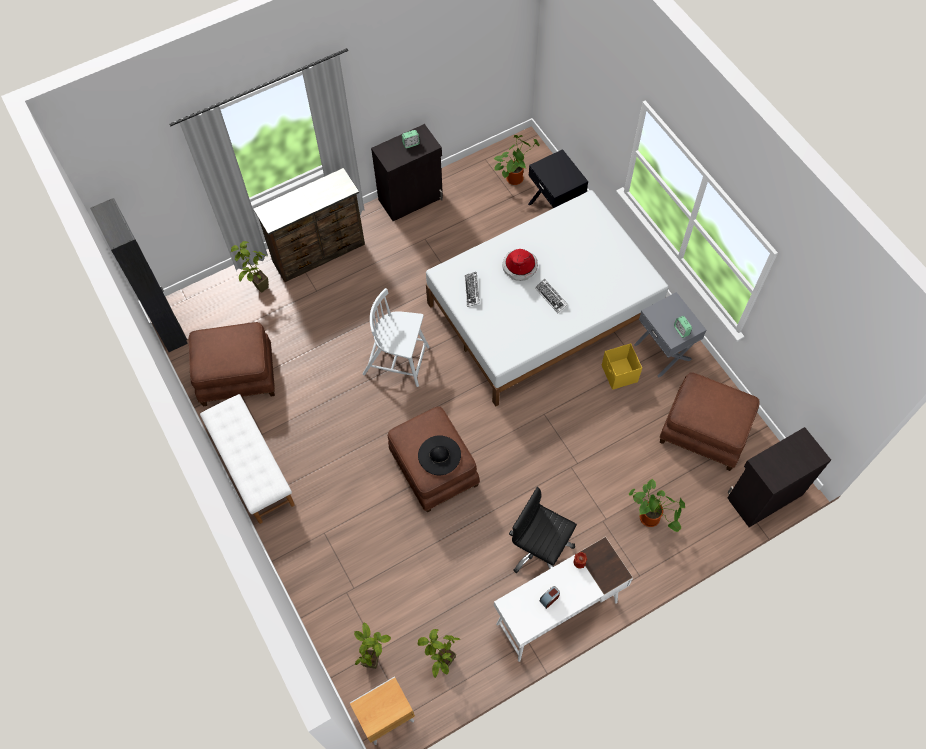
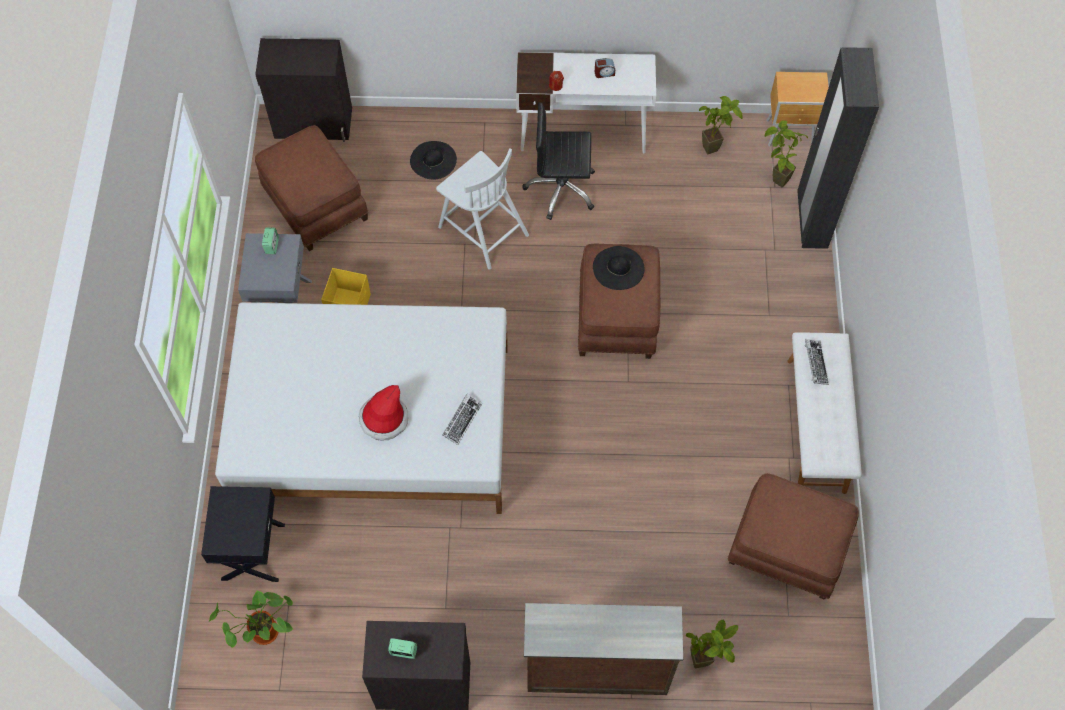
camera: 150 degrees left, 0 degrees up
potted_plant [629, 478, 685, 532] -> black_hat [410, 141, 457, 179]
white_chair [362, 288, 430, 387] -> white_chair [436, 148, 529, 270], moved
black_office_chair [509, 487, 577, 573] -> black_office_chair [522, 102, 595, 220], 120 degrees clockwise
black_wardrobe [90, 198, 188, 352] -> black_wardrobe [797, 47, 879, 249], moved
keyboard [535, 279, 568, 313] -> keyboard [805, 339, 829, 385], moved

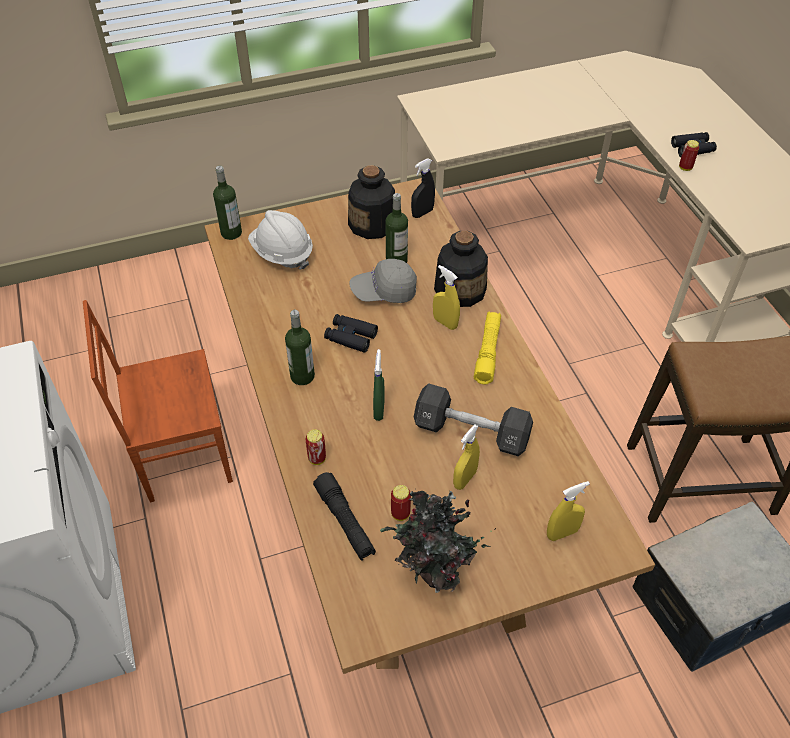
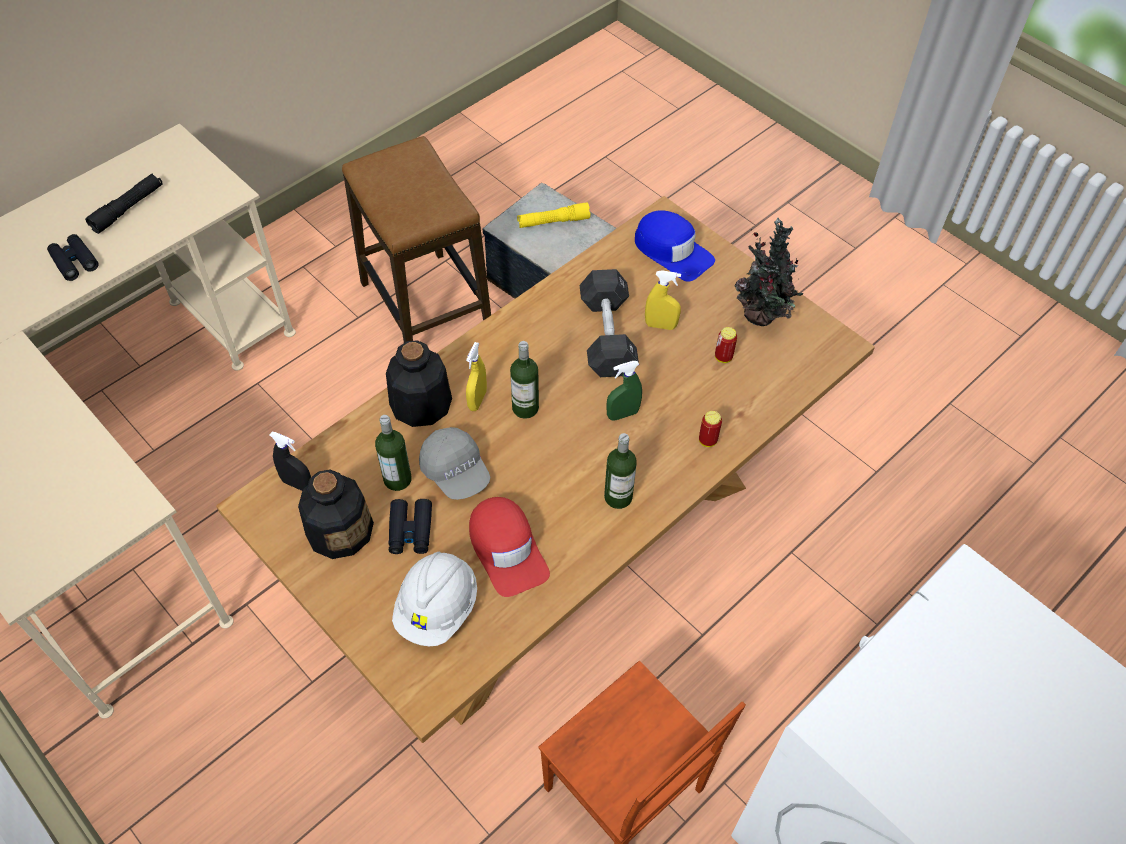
camera: 115 degrees left, 5 degrees up
black_flashlight [313, 472, 376, 561] -> black_flashlight [85, 173, 163, 234], moved
black_binoculars [324, 314, 378, 353] -> black_binoculars [388, 499, 432, 554], moved
none -> red_cap [469, 497, 550, 597]
bottle [213, 165, 242, 240] -> bottle [510, 341, 539, 419], moved
yellow_flashlight [474, 312, 501, 384] -> yellow_flashlight [517, 202, 590, 228], moved
yellow_spray_bottle [547, 481, 590, 541] -> blue_cap [635, 210, 715, 282]
can [679, 140, 699, 171] -> none

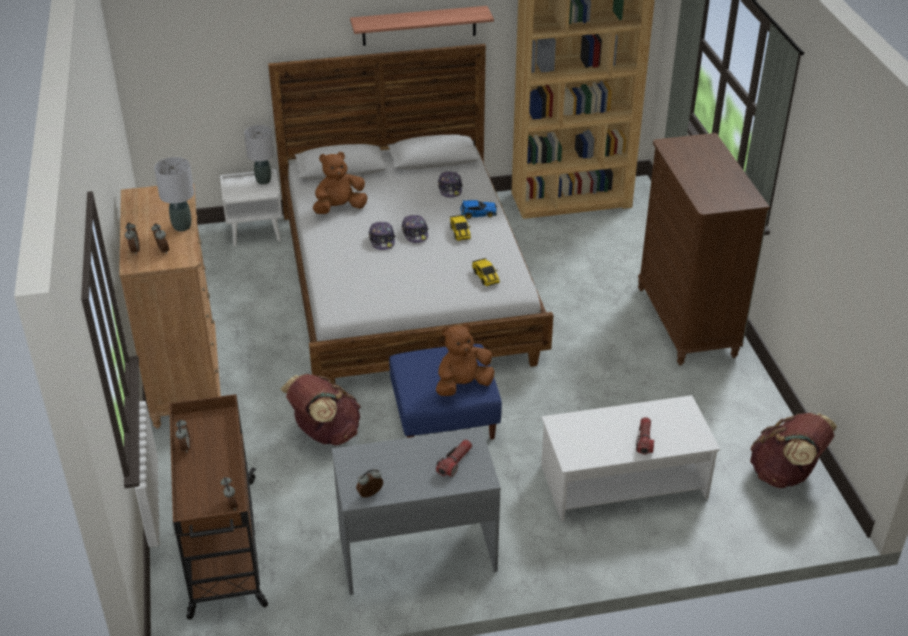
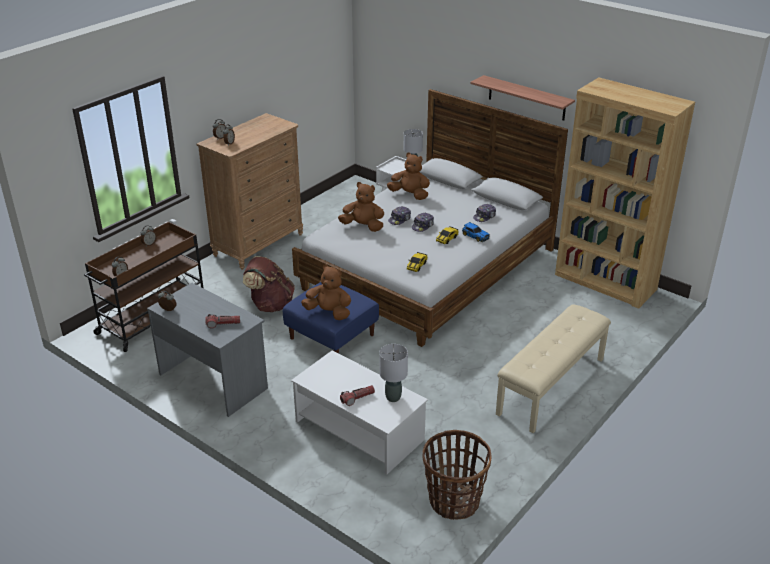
camera: 50 degrees right, 5 degrees down
none -> brown_plush_toy [338, 182, 384, 232]
grey_table_lamp [154, 157, 194, 231] -> grey_table_lamp [379, 344, 408, 402], moved
brown_backpack [750, 413, 837, 488] -> basket [423, 430, 492, 520]
brown_dresser [638, 133, 770, 365] -> beige_bench [496, 305, 611, 433]

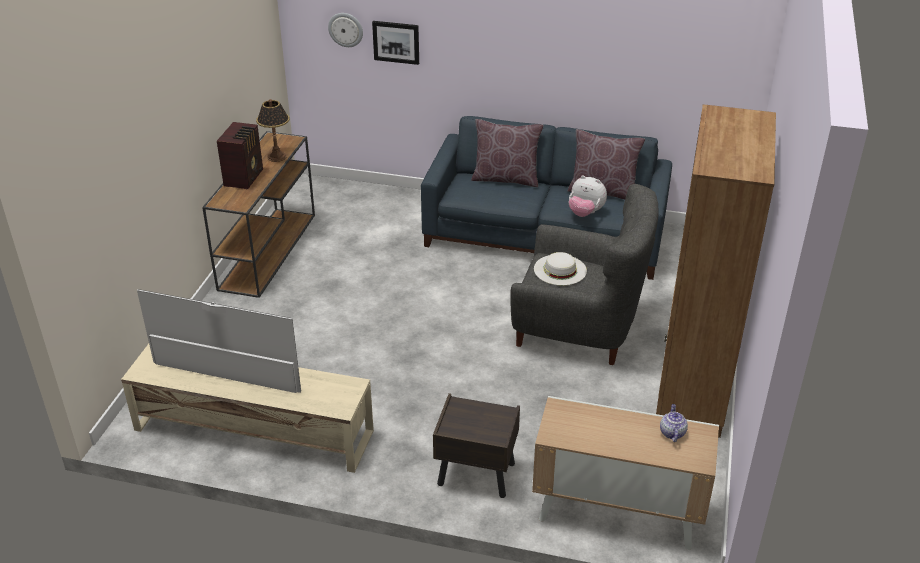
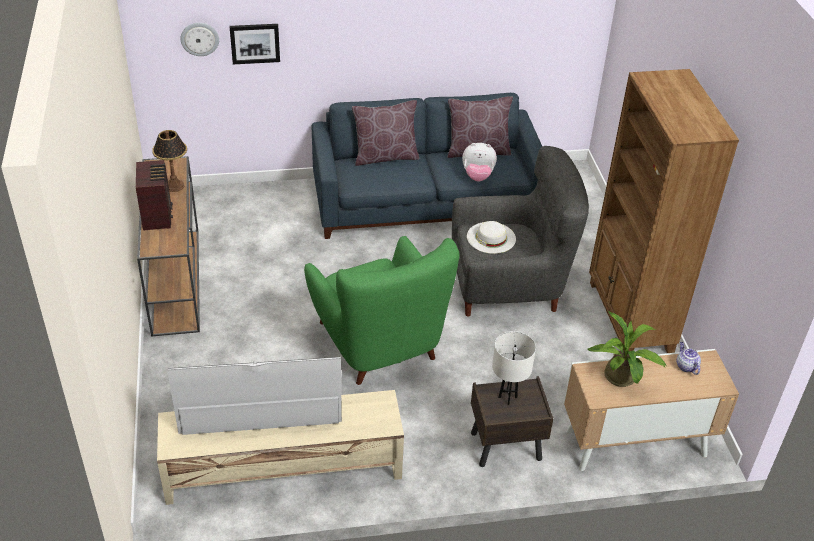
camera: 25 degrees left, 5 degrees up
none -> green_armchair [304, 236, 460, 385]
none -> white_table_lamp [492, 331, 536, 405]
none -> potted_plant [587, 311, 666, 387]

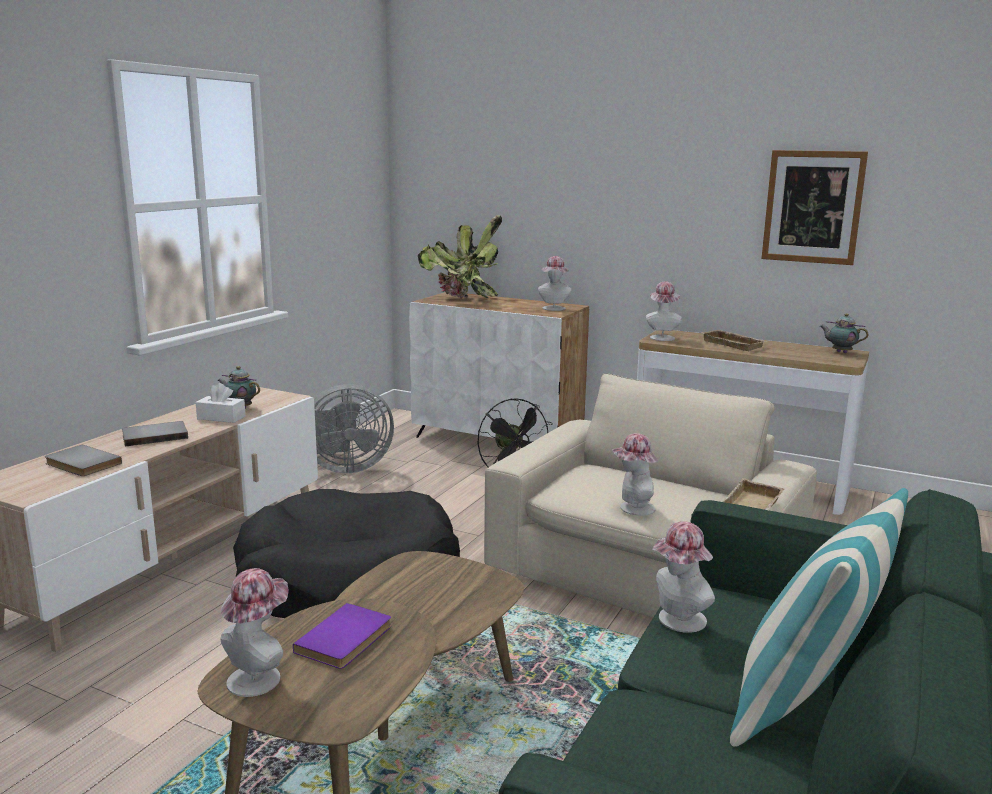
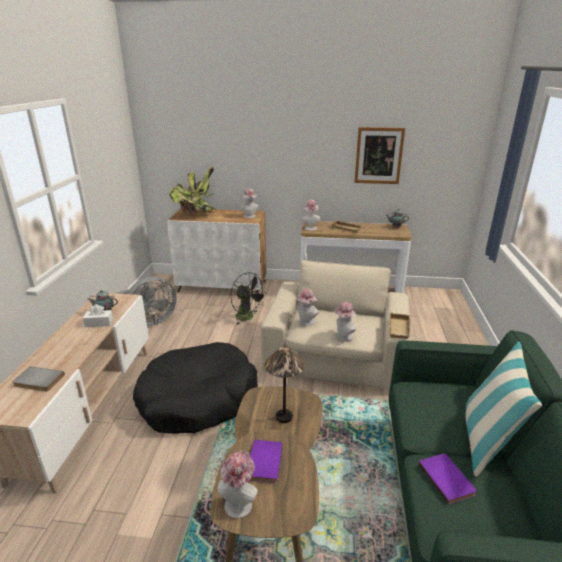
camera: 20 degrees left, 10 degrees up
none -> table_lamp [264, 346, 305, 423]
hat [652, 521, 715, 633] -> hat [297, 288, 319, 325], moved
none -> purple_book [418, 453, 476, 505]
grey_book [122, 421, 188, 447] -> none

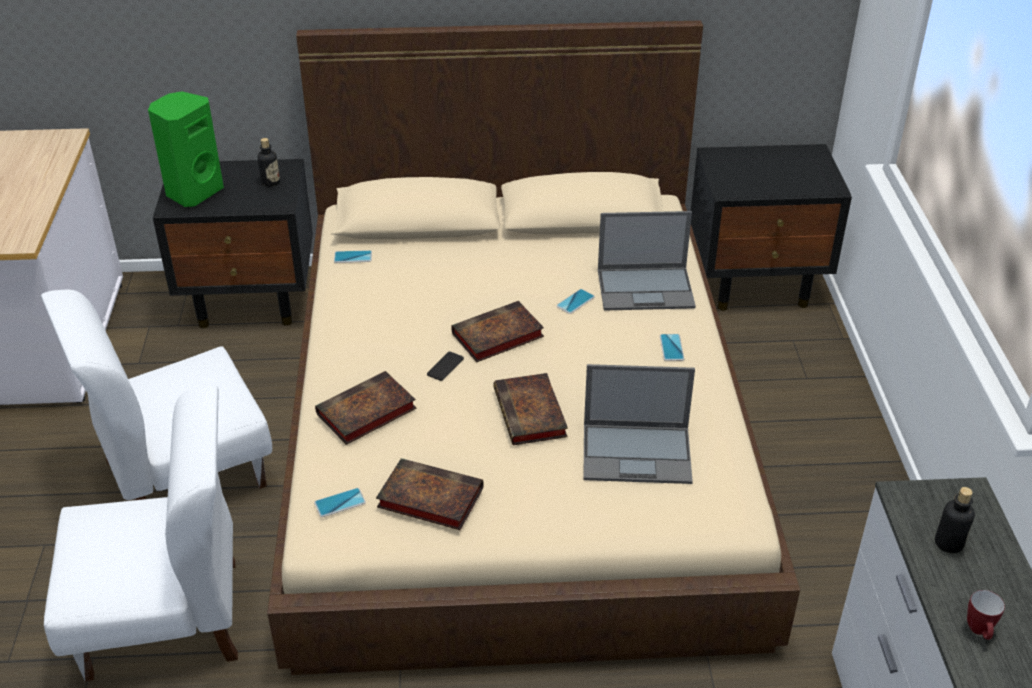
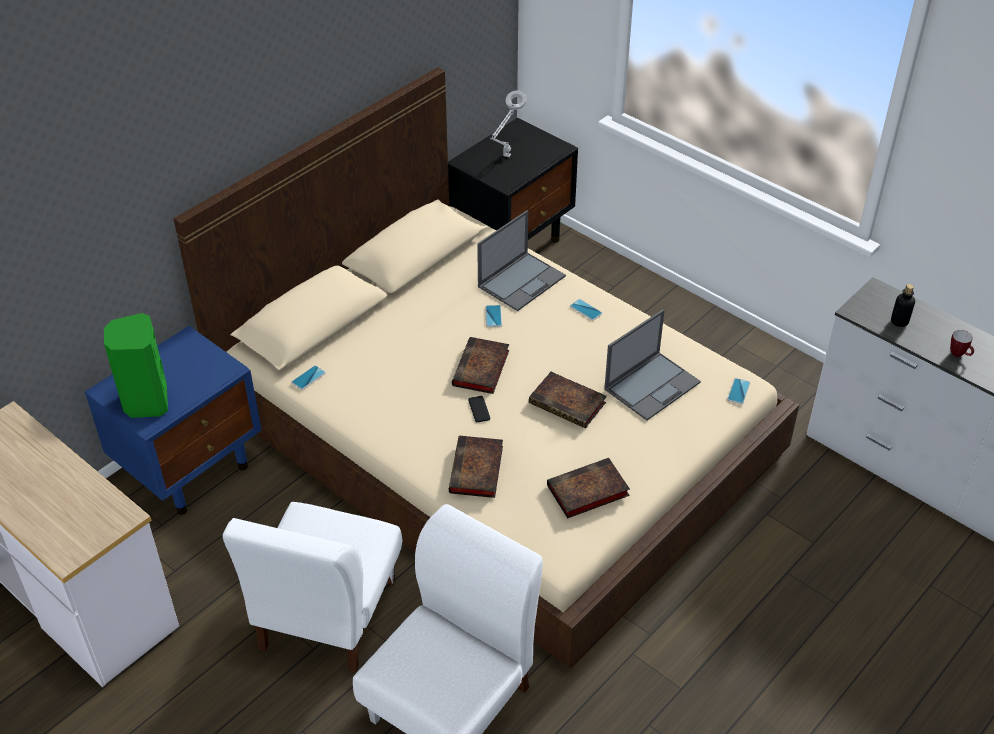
camera: 45 degrees left, 5 degrees up
black_nightstand [153, 159, 313, 328] -> blue_nightstand [85, 326, 261, 515]
none -> grey_table_lamp [490, 90, 527, 157]
phone [314, 488, 366, 517] -> phone [727, 378, 750, 404], moved
bottle [258, 138, 280, 186] -> none

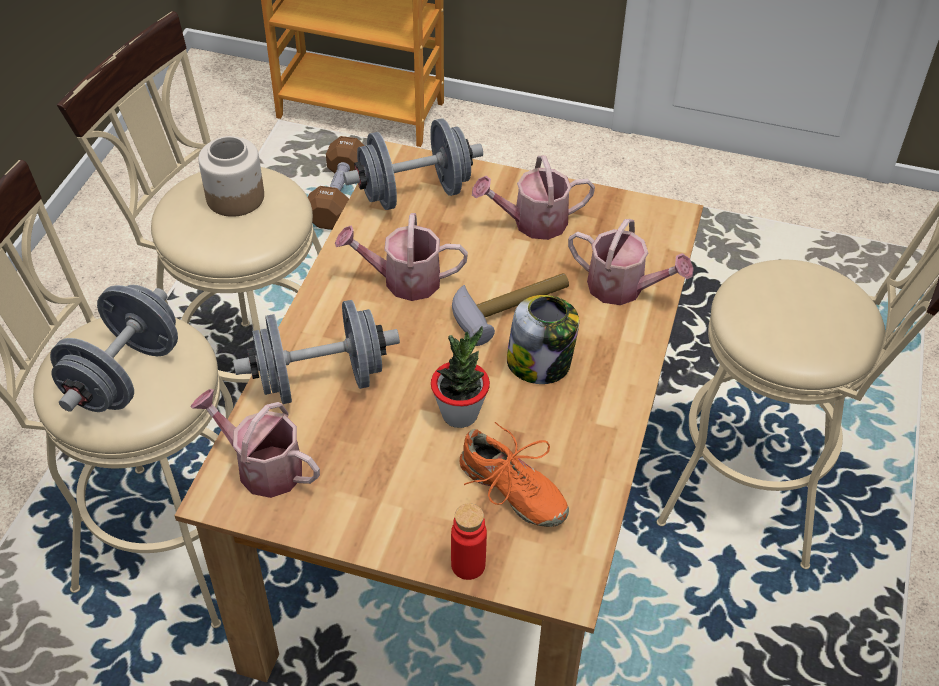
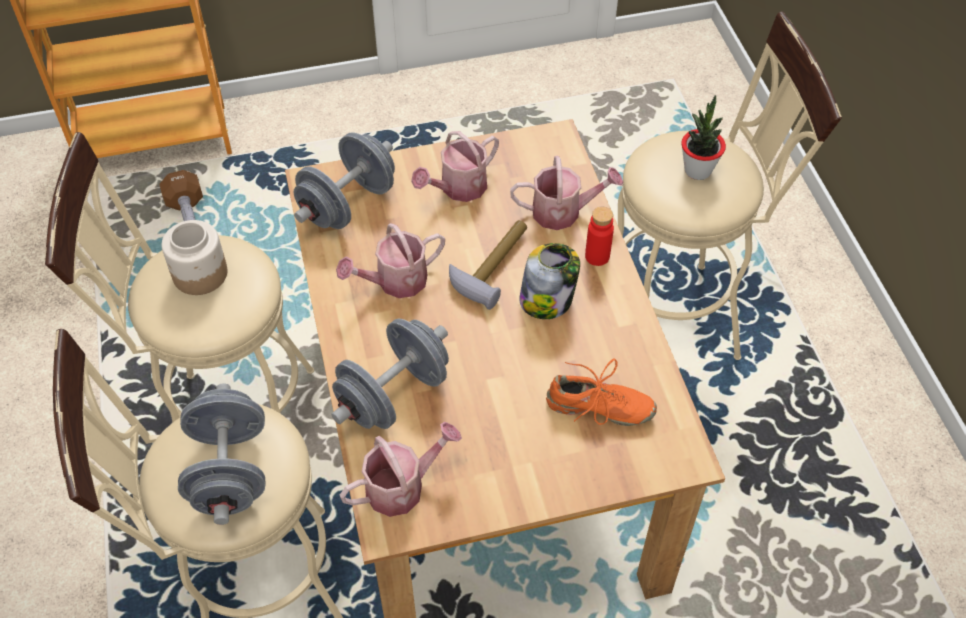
camera: 30 degrees left, 5 degrees up
watering_can [190, 389, 320, 498] -> watering_can [340, 422, 462, 517], 150 degrees clockwise
red_bottle [451, 503, 487, 580] -> red_bottle [585, 207, 614, 266], moved
potted_plant [431, 326, 490, 428] -> potted_plant [682, 95, 726, 180], moved

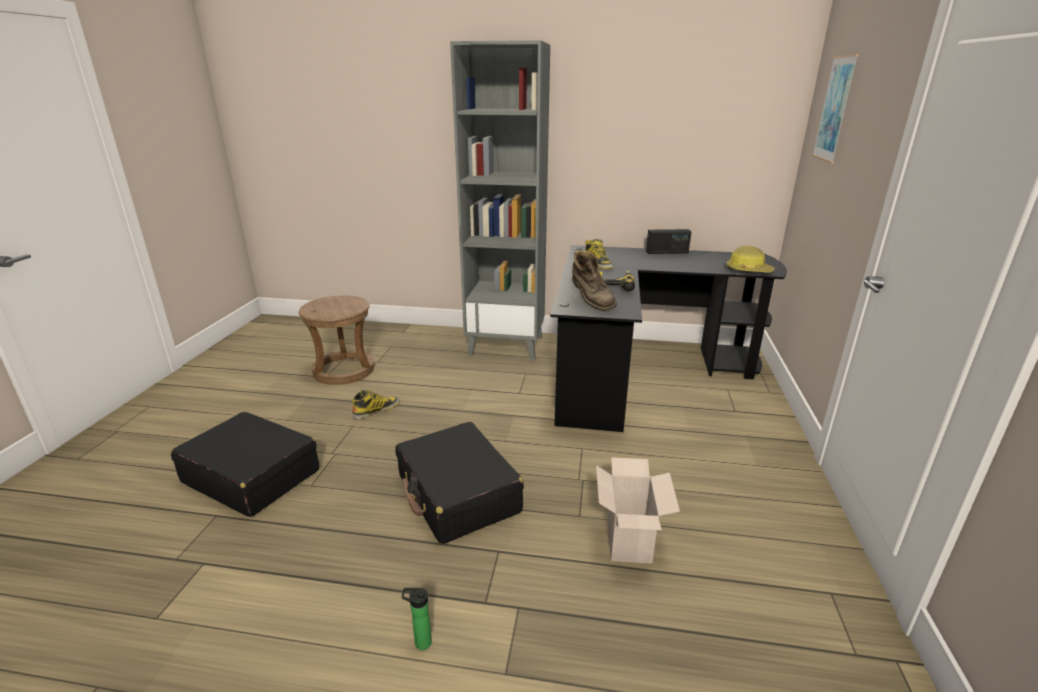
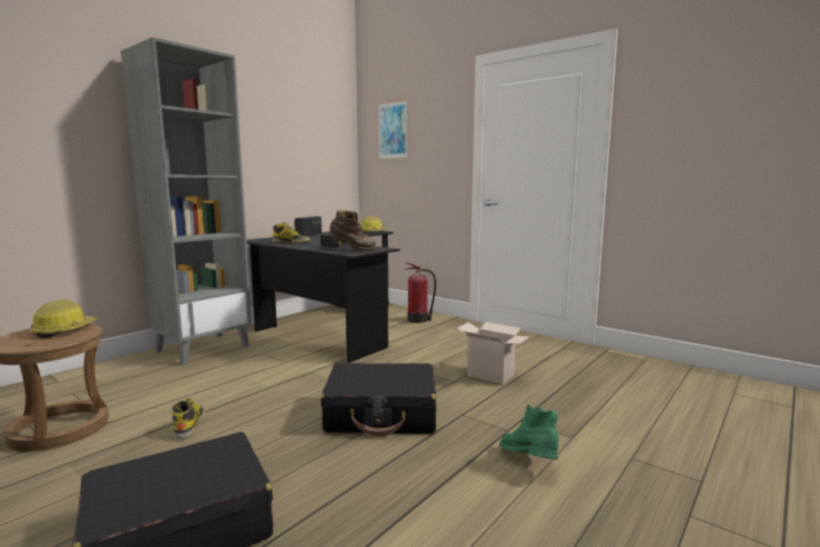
camera: 60 degrees left, 15 degrees down
none -> hard_hat [30, 300, 97, 338]
none -> fire_extinguisher [405, 262, 436, 323]
bottle [402, 588, 432, 650] -> green_boot [499, 404, 558, 459]

